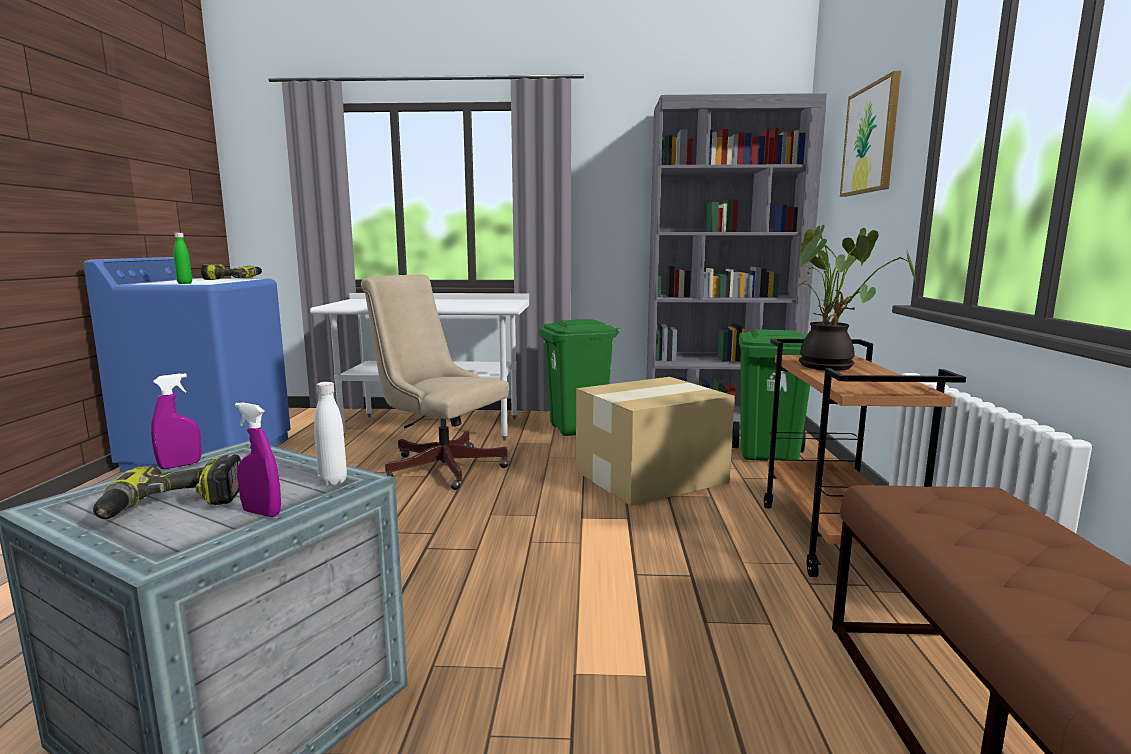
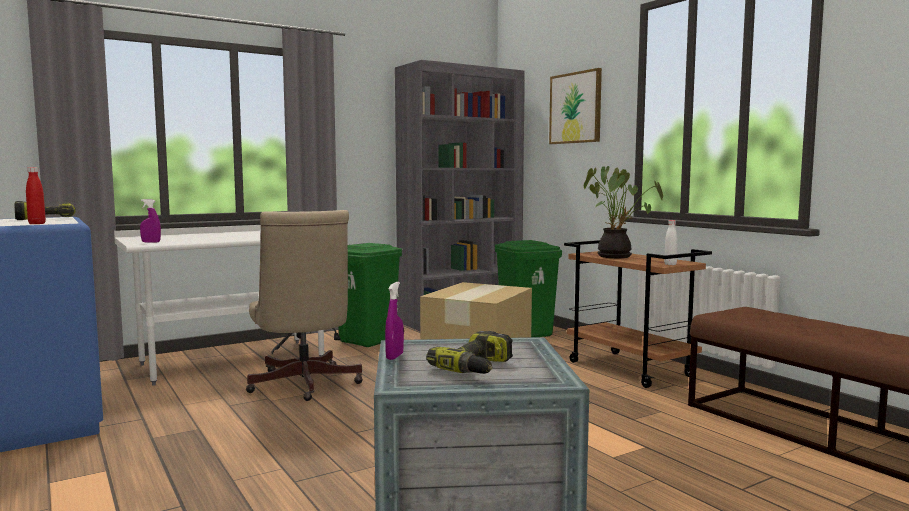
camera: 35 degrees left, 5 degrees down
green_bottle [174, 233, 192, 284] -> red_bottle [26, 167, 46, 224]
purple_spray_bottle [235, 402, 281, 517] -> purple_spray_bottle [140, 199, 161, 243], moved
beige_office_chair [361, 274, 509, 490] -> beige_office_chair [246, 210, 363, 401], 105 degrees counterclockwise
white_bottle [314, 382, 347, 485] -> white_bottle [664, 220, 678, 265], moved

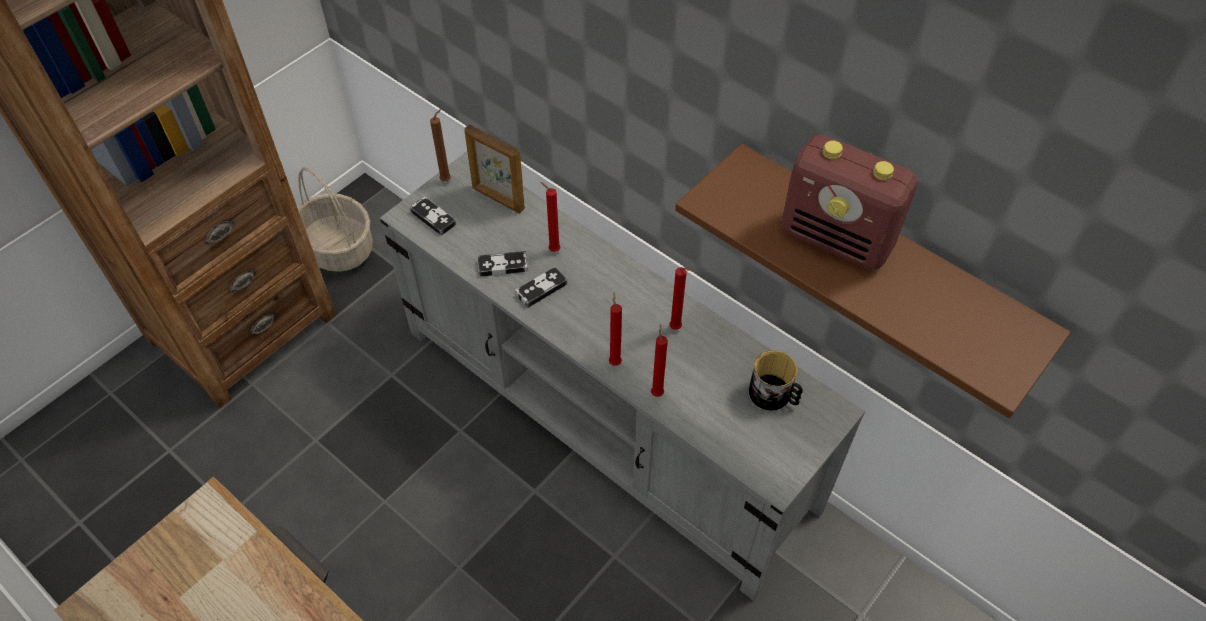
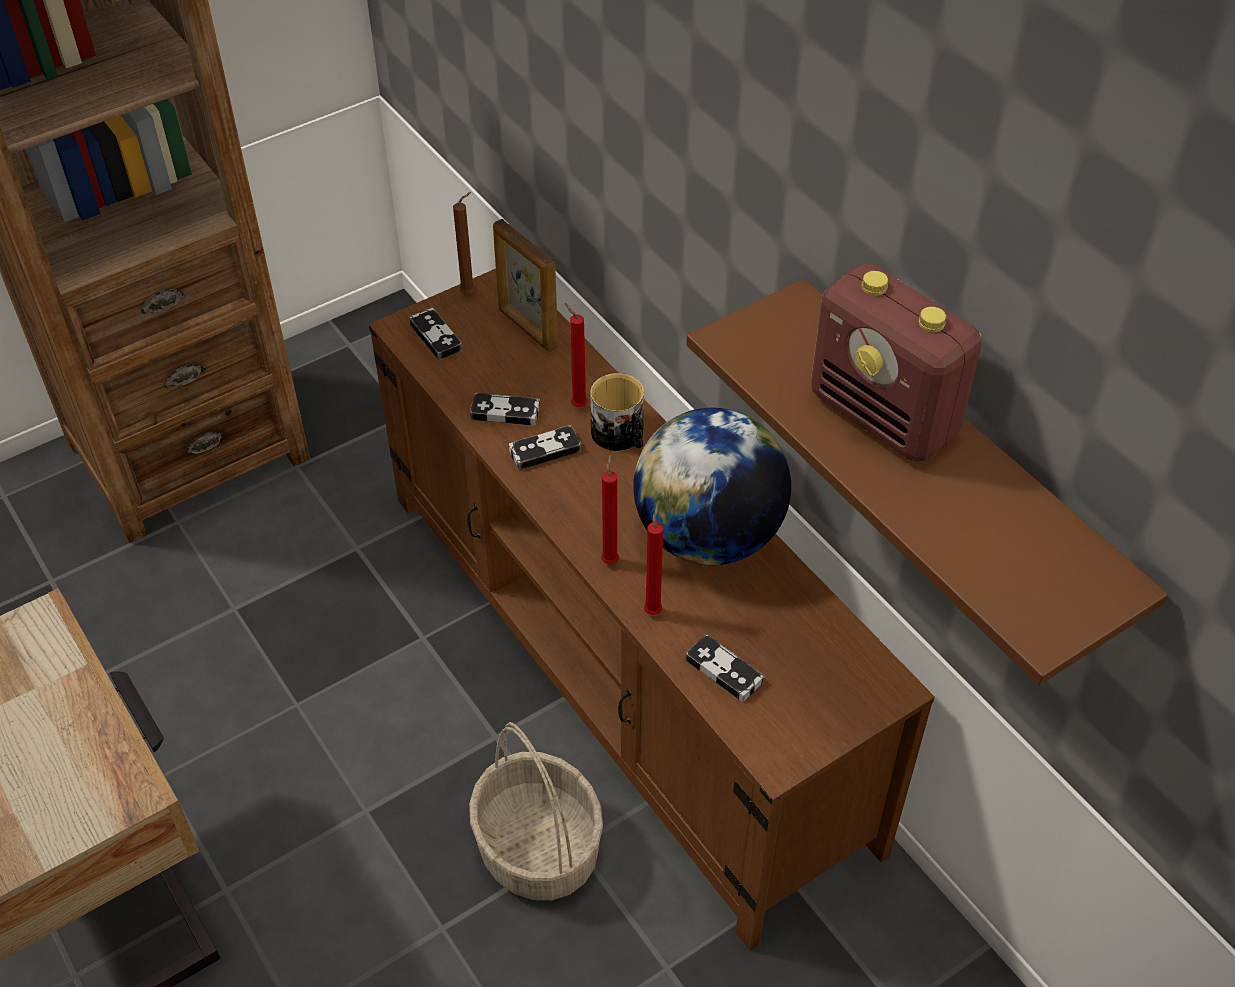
camera: 15 degrees right, 5 degrees down
grey_tv_stand [380, 151, 865, 600] -> brown_tv_stand [369, 269, 935, 951]
basket [297, 167, 373, 272] -> basket [469, 722, 603, 900], moved
mug [749, 350, 803, 411] -> mug [590, 373, 644, 451], moved
red_candle [669, 267, 691, 330] -> globe [633, 408, 791, 565]
none -> game_controller [685, 634, 764, 702]

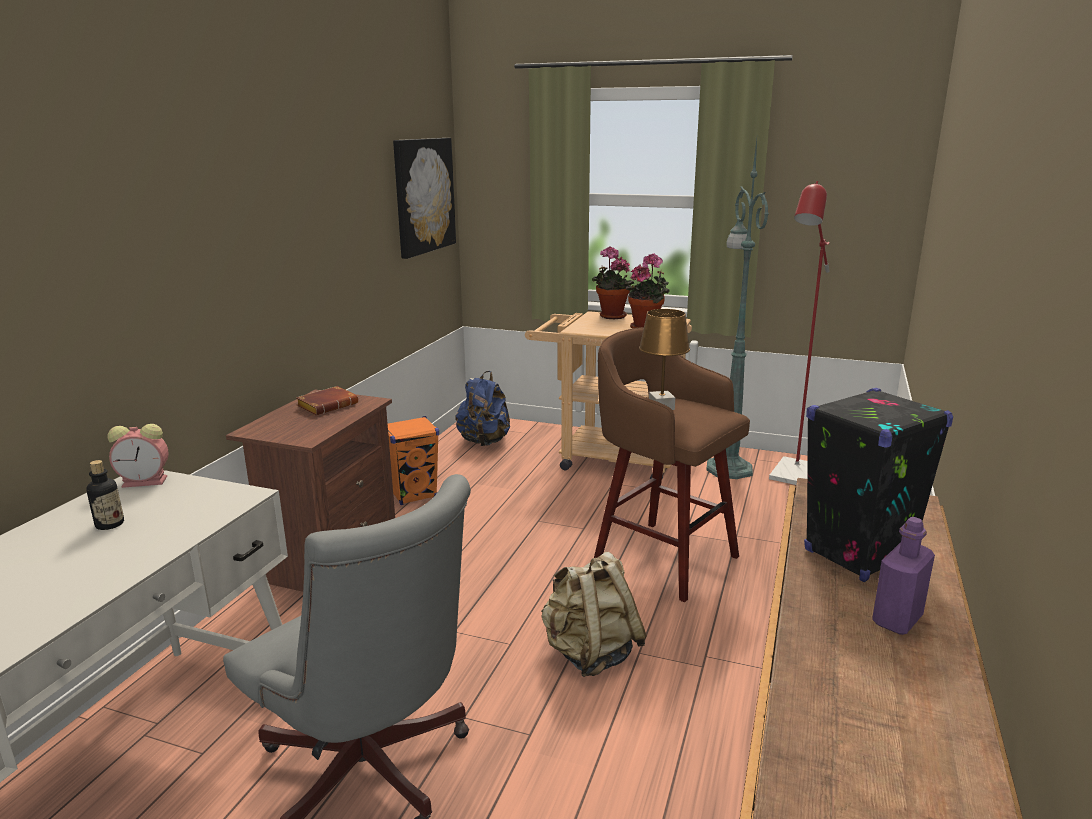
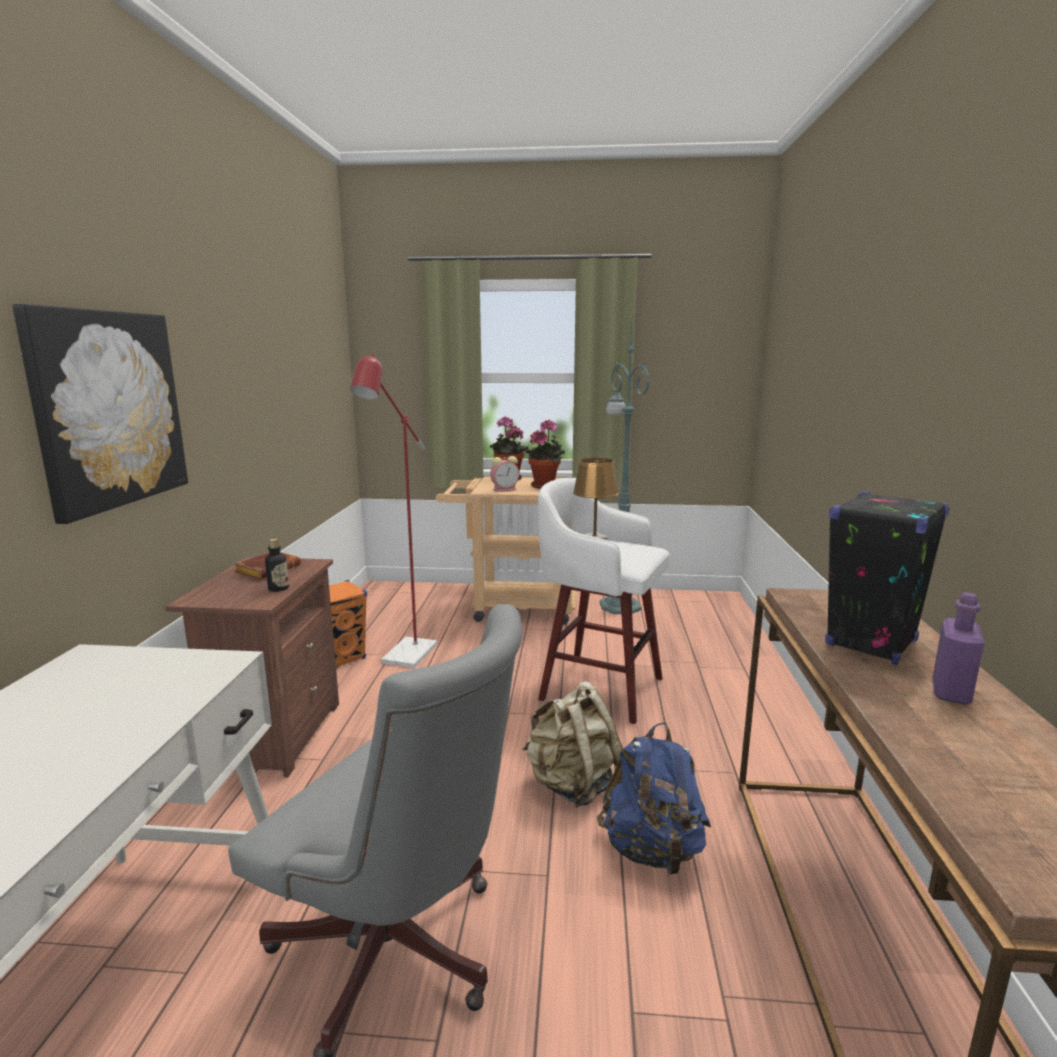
camera: 15 degrees left, 5 degrees down
picture [393, 138, 456, 259] -> picture [12, 304, 188, 524], moved
bottle [86, 460, 124, 530] -> bottle [265, 539, 289, 592], moved
red_floor_lamp [769, 181, 830, 485] -> red_floor_lamp [350, 354, 437, 668], moved
alarm_clock [108, 424, 169, 488] -> alarm_clock [490, 456, 519, 492], moved
brown_stool [594, 327, 750, 602] -> white_stool [538, 478, 669, 724]
blue_backpack [455, 371, 510, 446] -> blue_backpack [597, 722, 711, 875], moved

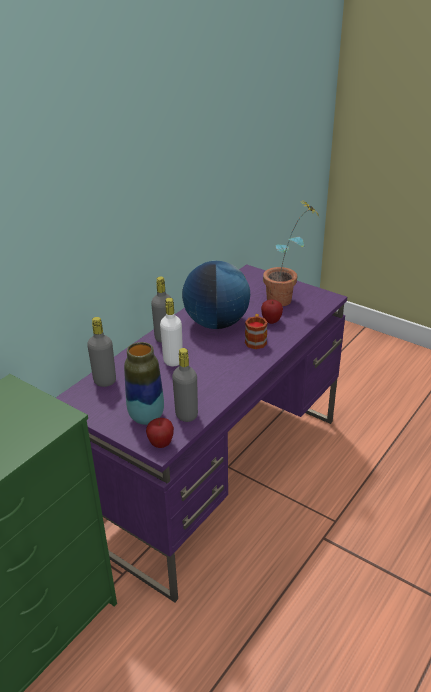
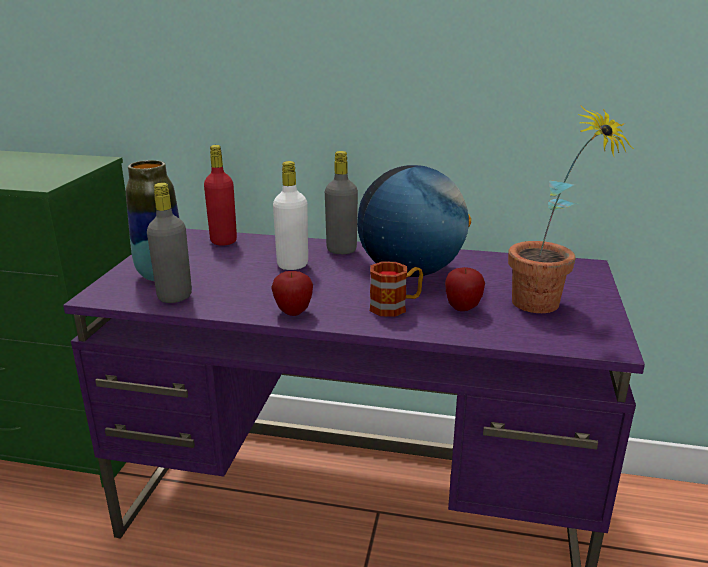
camera: 65 degrees right, 10 degrees down
grey_bottle [87, 317, 116, 387] -> red_bottle [204, 145, 237, 246]
apple [146, 418, 174, 448] -> apple [271, 271, 313, 316], moved

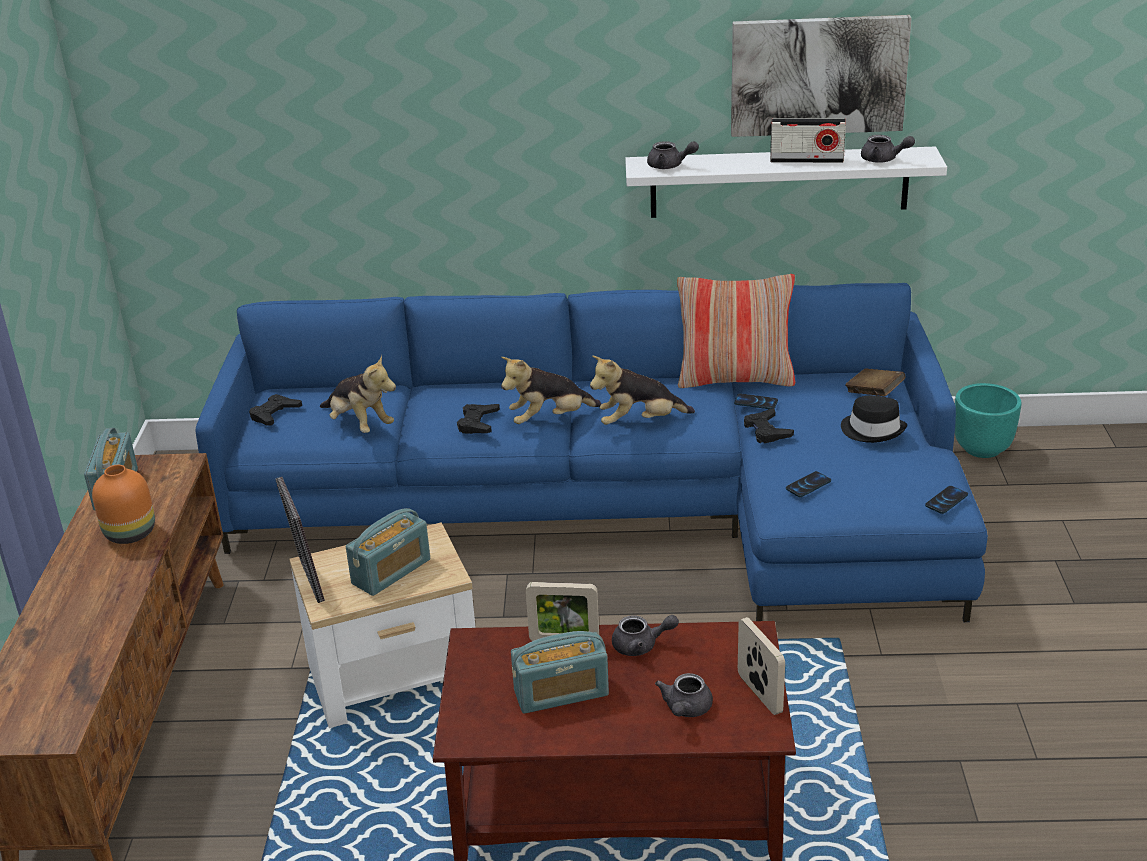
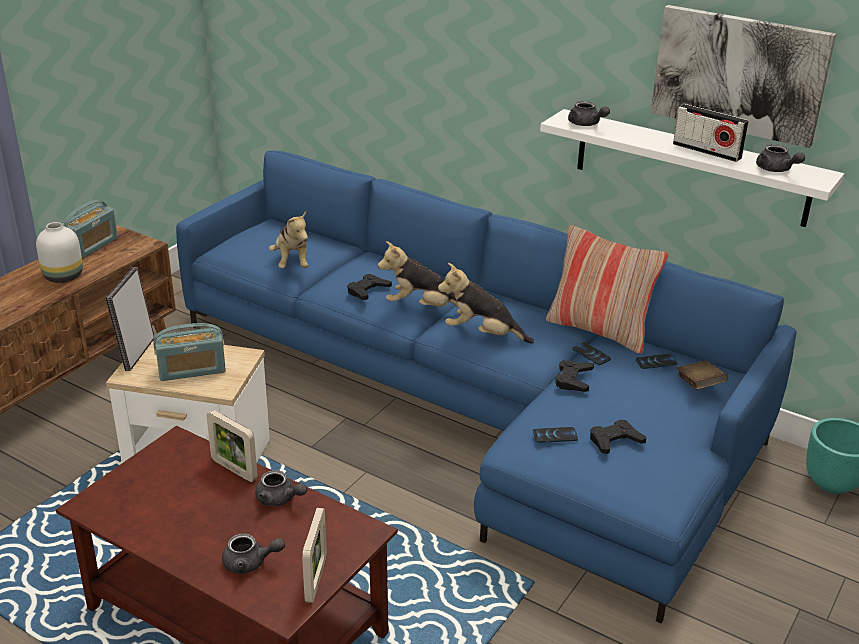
camera: 30 degrees right, 0 degrees up
orange_vase [92, 465, 155, 544] -> white_vase [36, 222, 83, 283]
grey_teapot [655, 673, 713, 717] -> grey_teapot [222, 533, 285, 574], 135 degrees counterclockwise
black_game_controller [249, 394, 302, 426] -> black_game_controller [590, 420, 646, 454], moved
phone [925, 486, 968, 514] -> phone [636, 354, 677, 369], moved
radio [511, 631, 609, 714] -> none
black_hat [841, 395, 907, 443] -> none

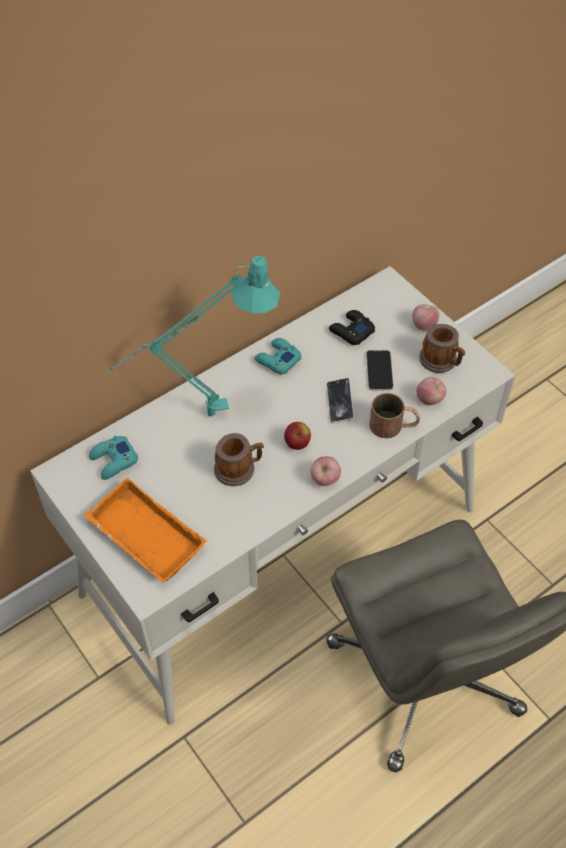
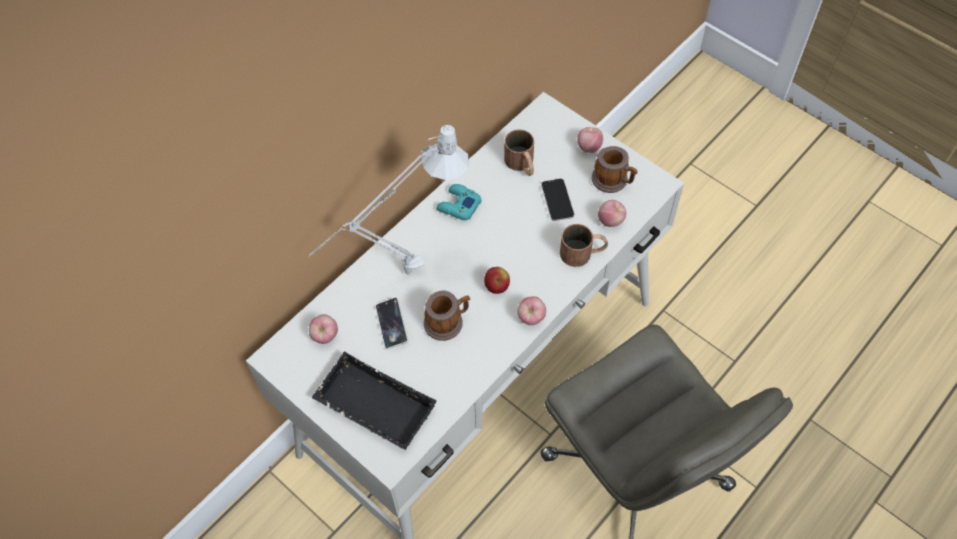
camera: 10 degrees left, 5 degrees up
turquoise_table_lamp [107, 256, 280, 417] -> grey_table_lamp [309, 125, 469, 275]
turquoise_game_controller [89, 436, 138, 480] -> apple [309, 314, 338, 344]
orange_tray [84, 477, 207, 583] -> black_tray [312, 351, 437, 450]
phone [326, 378, 354, 423] -> phone [376, 297, 408, 349], moved
black_game_controller [329, 310, 375, 345] -> brown_mug [504, 129, 534, 176]

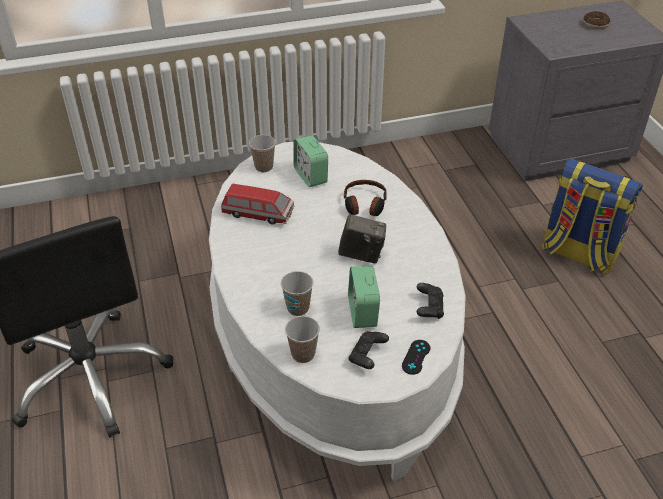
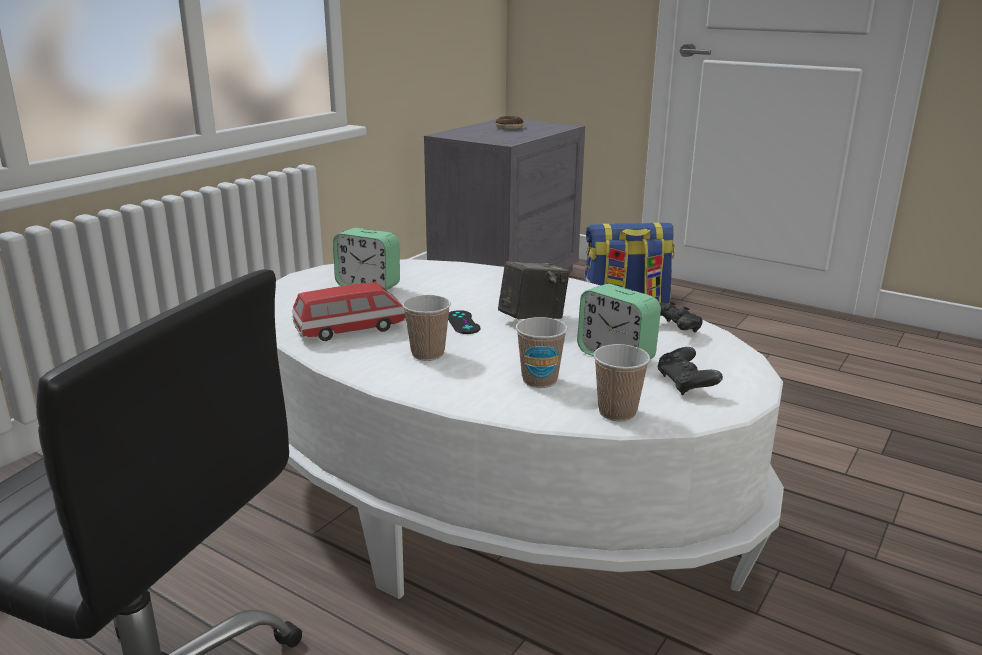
camera: 40 degrees left, 20 degrees down
cup [249, 135, 276, 172] -> cup [402, 295, 451, 361], moved
black_game_controller [402, 340, 430, 375] -> black_game_controller [448, 310, 480, 334], moved
headphones [344, 180, 387, 216] -> none

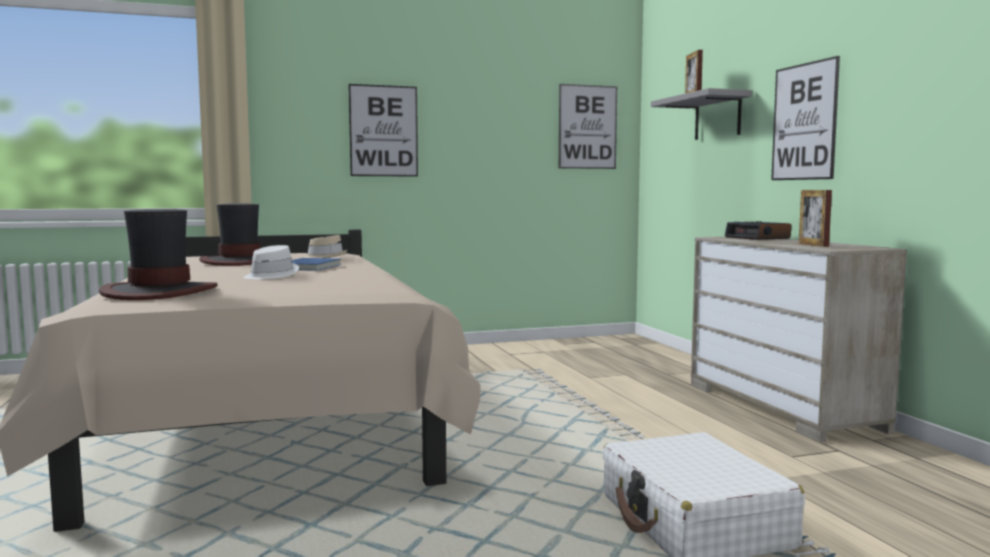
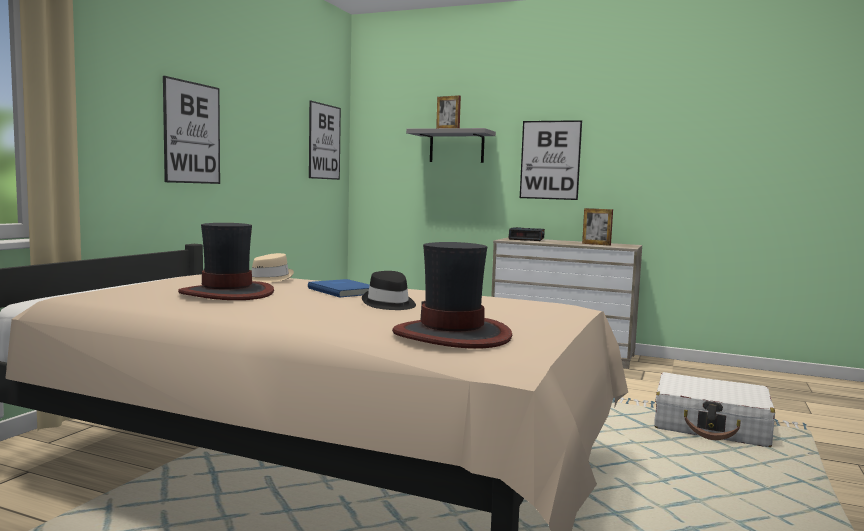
camera: 50 degrees left, 0 degrees up
white_hat [243, 245, 299, 279] -> black_hat [362, 271, 416, 310]

